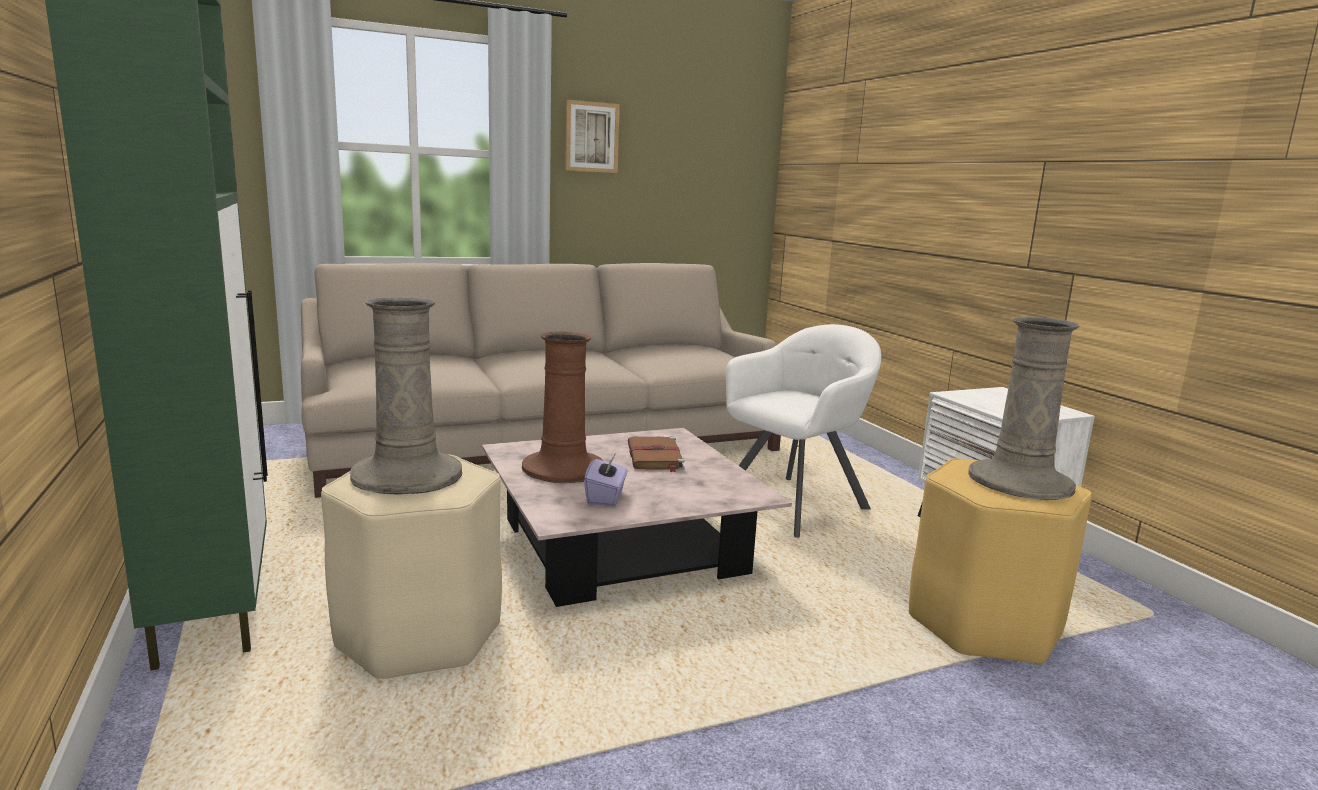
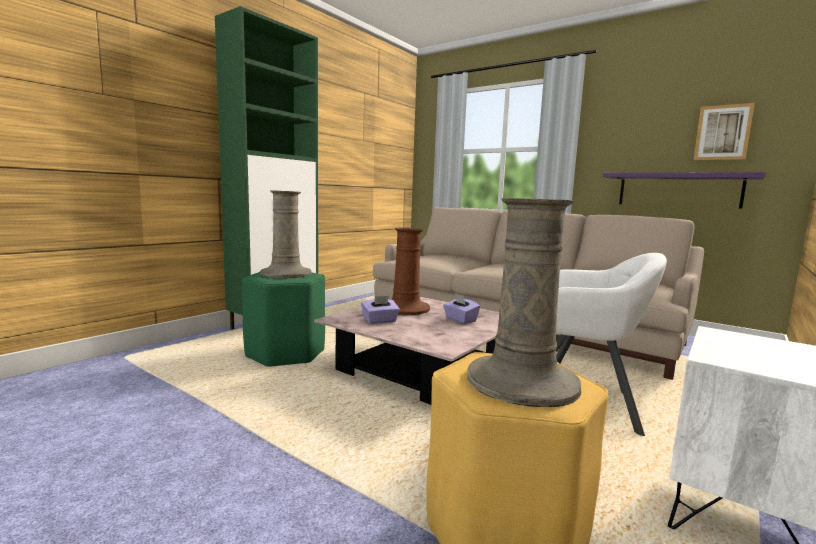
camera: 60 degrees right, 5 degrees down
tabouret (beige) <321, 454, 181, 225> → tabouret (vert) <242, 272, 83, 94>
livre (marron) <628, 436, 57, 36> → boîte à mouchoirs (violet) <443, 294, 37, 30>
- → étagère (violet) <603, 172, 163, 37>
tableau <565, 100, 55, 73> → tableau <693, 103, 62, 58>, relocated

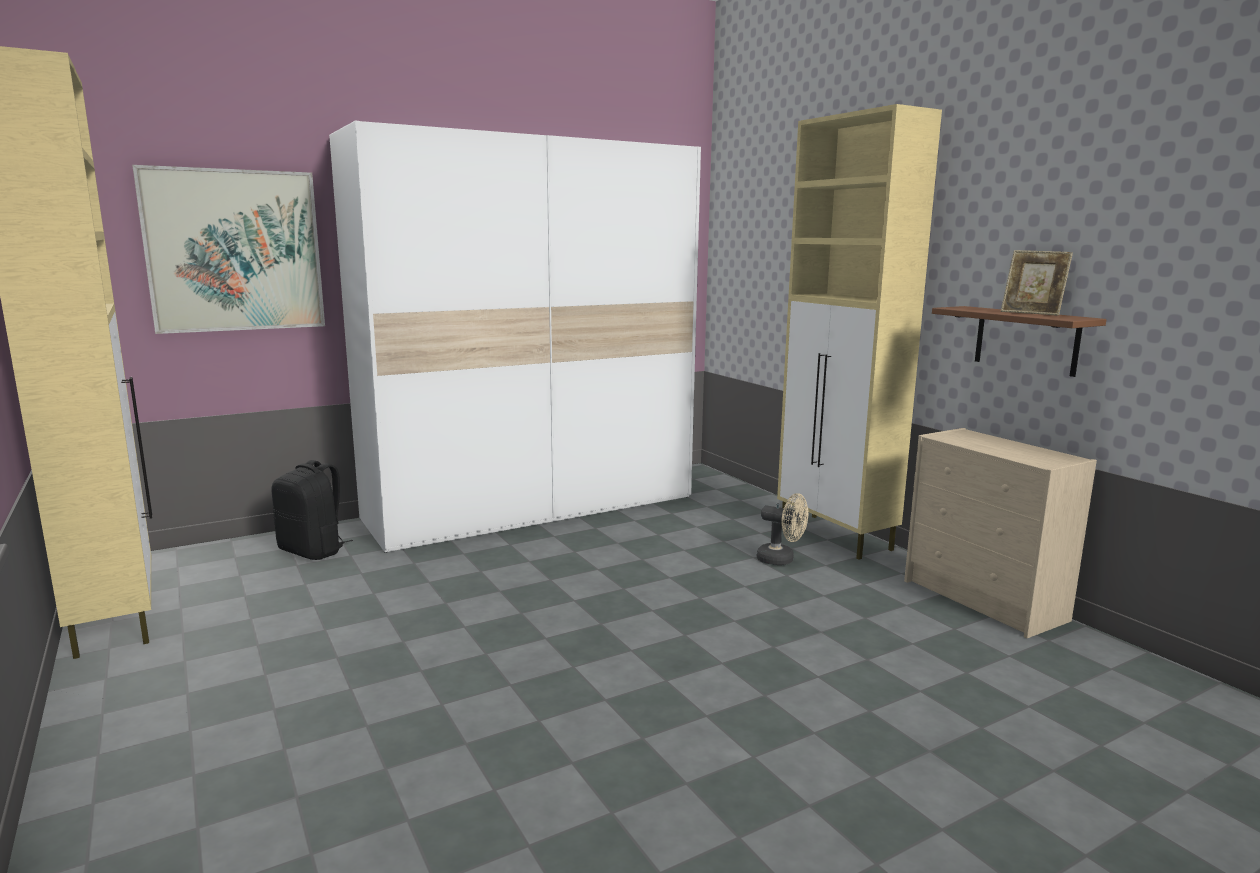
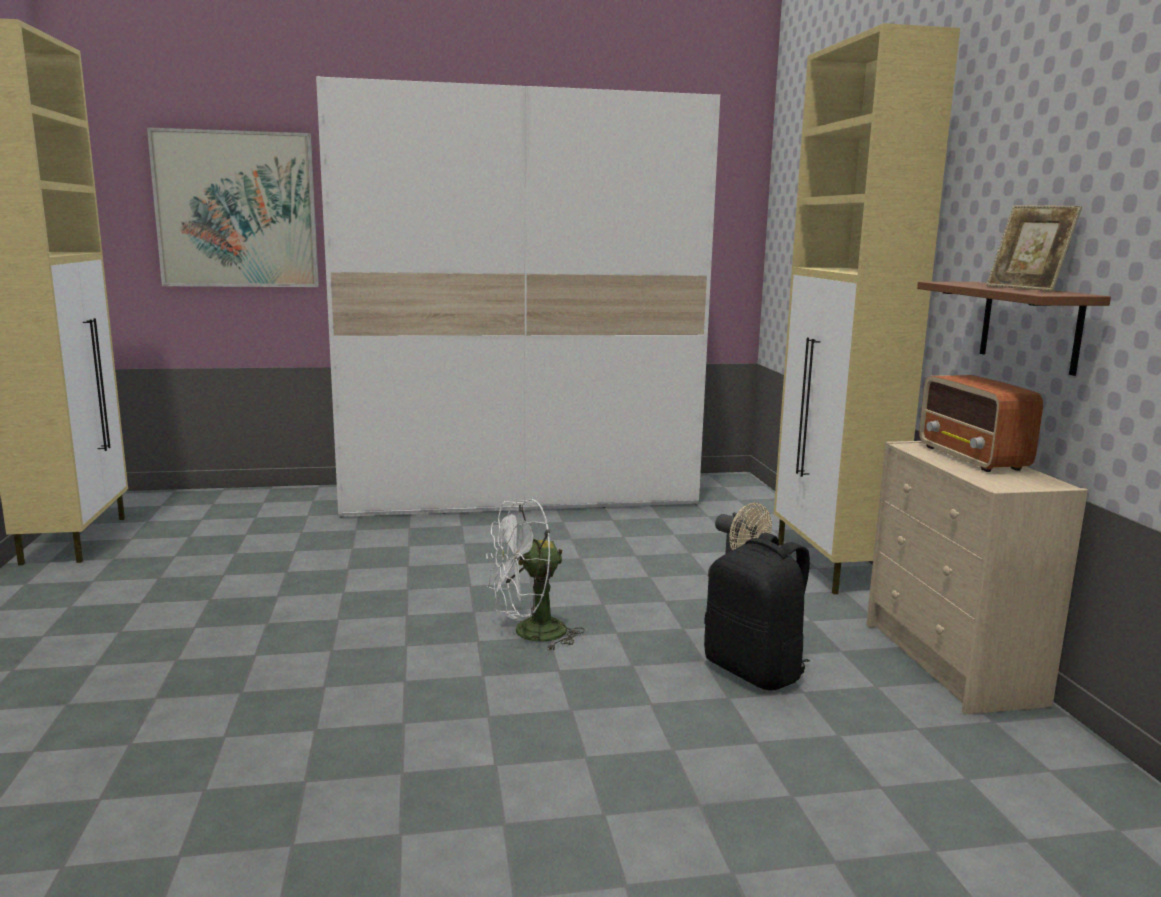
camera: 20 degrees right, 0 degrees up
- → ventilateur (blanc) <486, 499, 99, 152>
sac à dos (noir) <271, 460, 82, 100> → sac à dos (noir) <704, 533, 106, 158>, relocated
- → radio <919, 375, 124, 97>

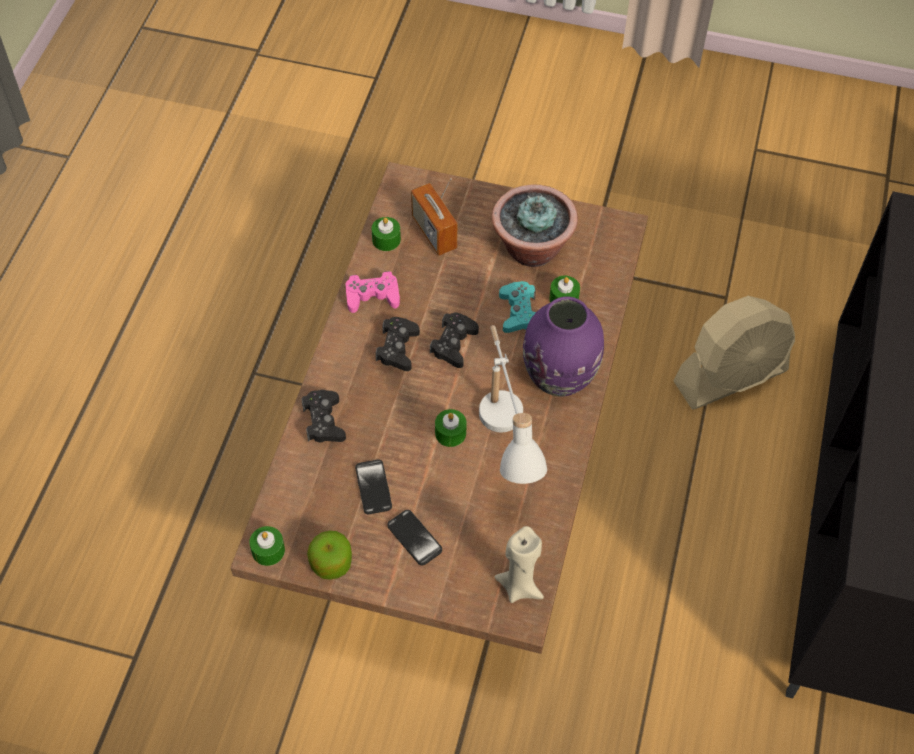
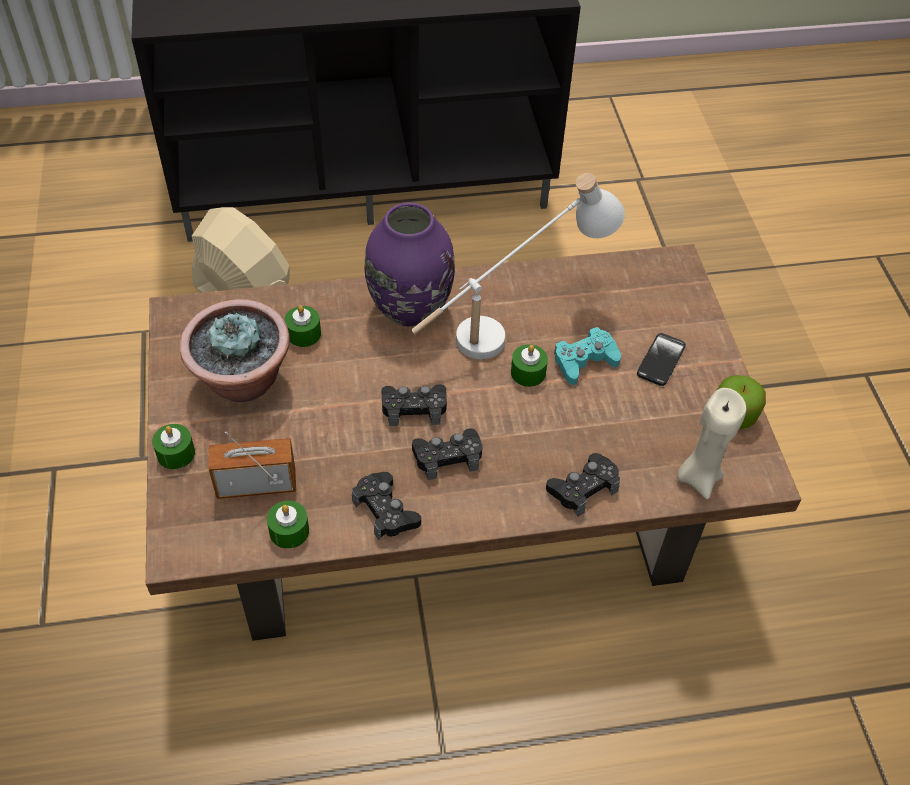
camera: 115 degrees left, 5 degrees down
bougie (vert) <249, 526, 36, 40> → bougie (vert) <152, 424, 43, 45>, relocated
radio <411, 179, 46, 77> → radio <208, 431, 88, 68>, 135 degrees counterclockwise
manette (rose) <346, 271, 54, 42> → manette (noir) <352, 472, 69, 68>
manette (turquoise) <499, 281, 37, 52> → manette (turquoise) <554, 327, 67, 58>, relocated
bougie (beige) <494, 526, 50, 77> → bougie (beige) <678, 388, 68, 112>, relocated
téléphone <355, 460, 37, 54> → -

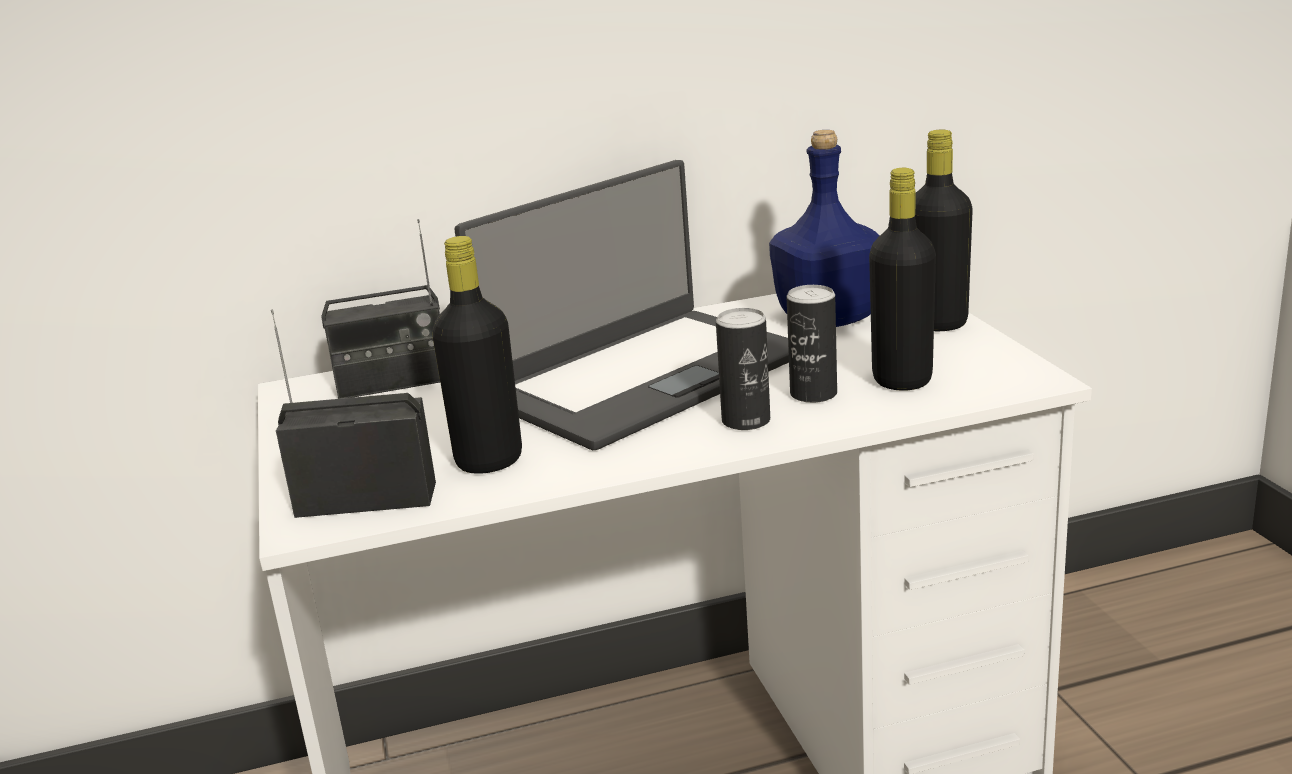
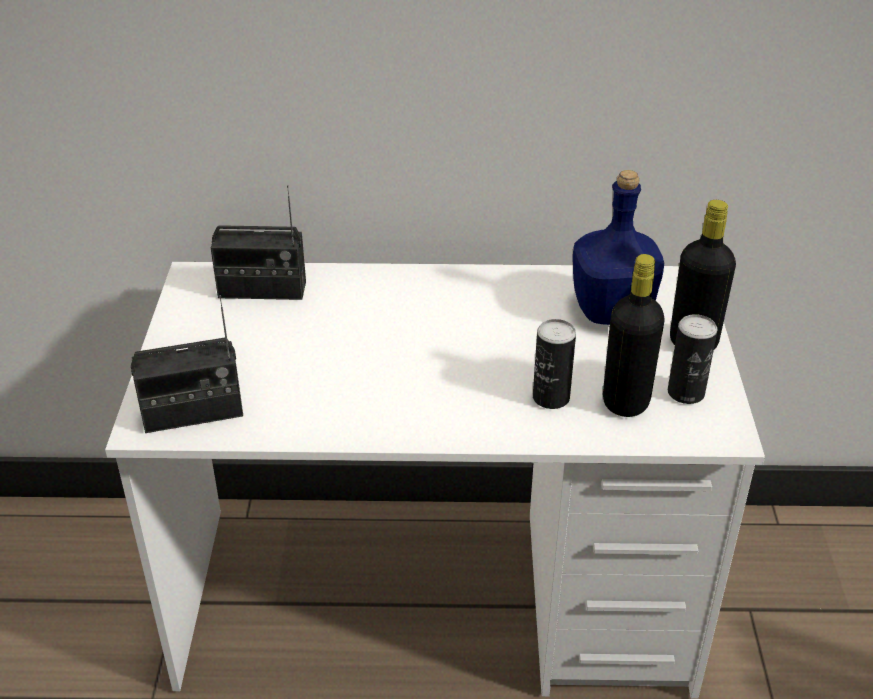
camera: 15 degrees right, 15 degrees up
radio <271, 310, 165, 208> → radio <131, 295, 112, 138>, 150 degrees clockwise
boîte métallique <716, 308, 54, 122> → boîte métallique <668, 314, 49, 90>, relocated
bouteille (noir) <432, 236, 90, 238> → -
ordinateur portable <454, 160, 335, 290> → -

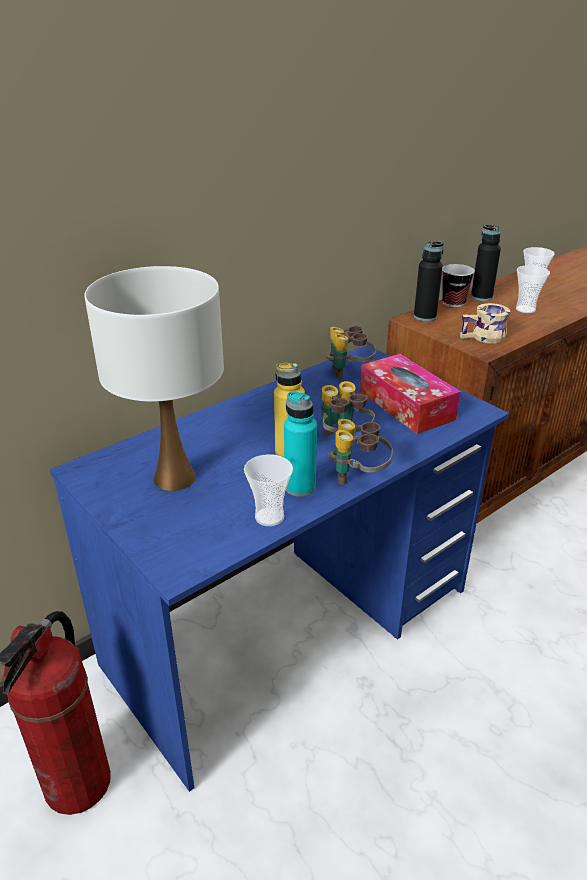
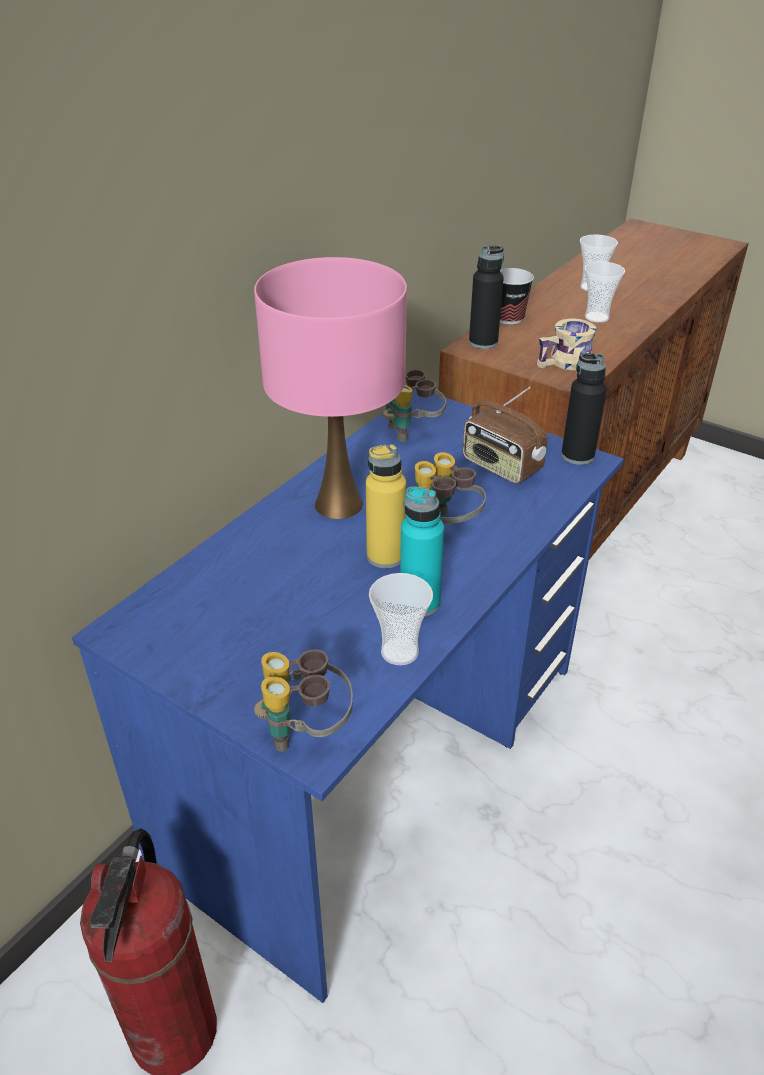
camera: 15 degrees left, 5 degrees up
- → lampe de table (rose) <254, 257, 153, 262>
jumelles <328, 419, 65, 66> → jumelles <254, 649, 99, 103>, relocated
boîte à mouchoirs <360, 354, 100, 80> → radio <463, 387, 85, 97>
bouteille (noir) <471, 225, 30, 76> → bouteille (noir) <561, 353, 46, 112>, relocated
lampe de table (blanc) <84, 266, 140, 225> → -

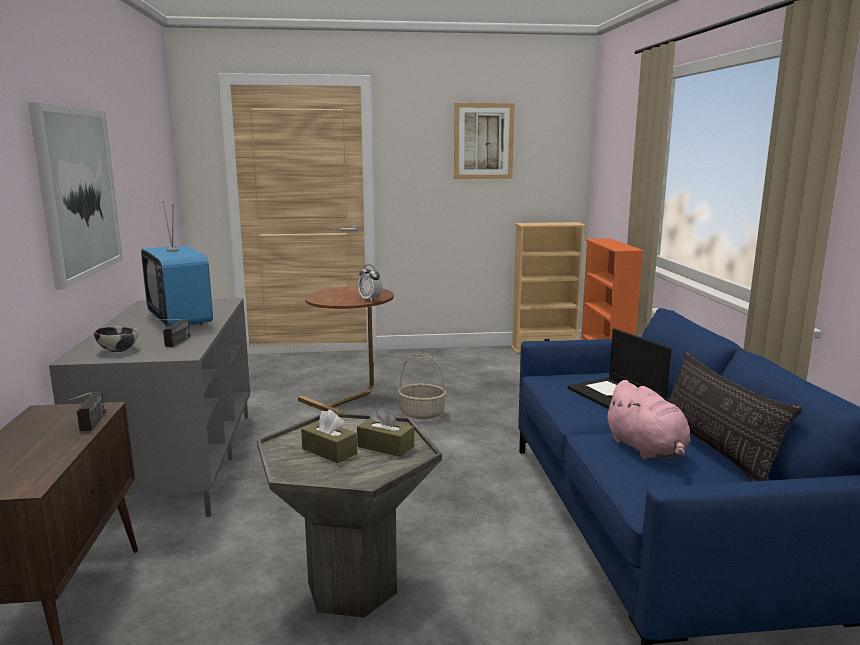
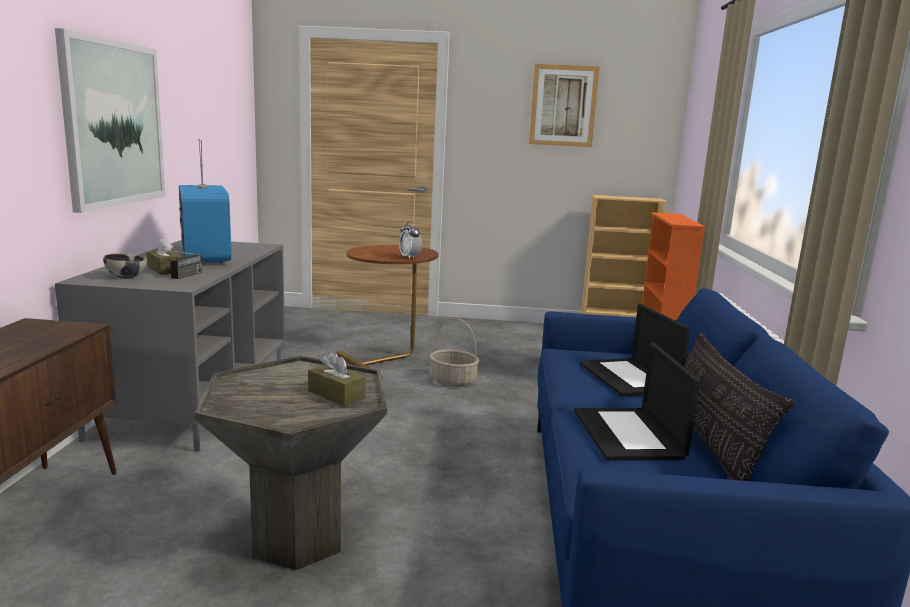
camera: 10 degrees right, 0 degrees up
boîte à mouchoirs (marron) <301, 409, 56, 54> → boîte à mouchoirs (marron) <147, 237, 34, 38>, relocated
peluche (rose) <604, 380, 87, 80> → ordinateur portable <574, 343, 126, 118>
radio <66, 392, 40, 39> → -

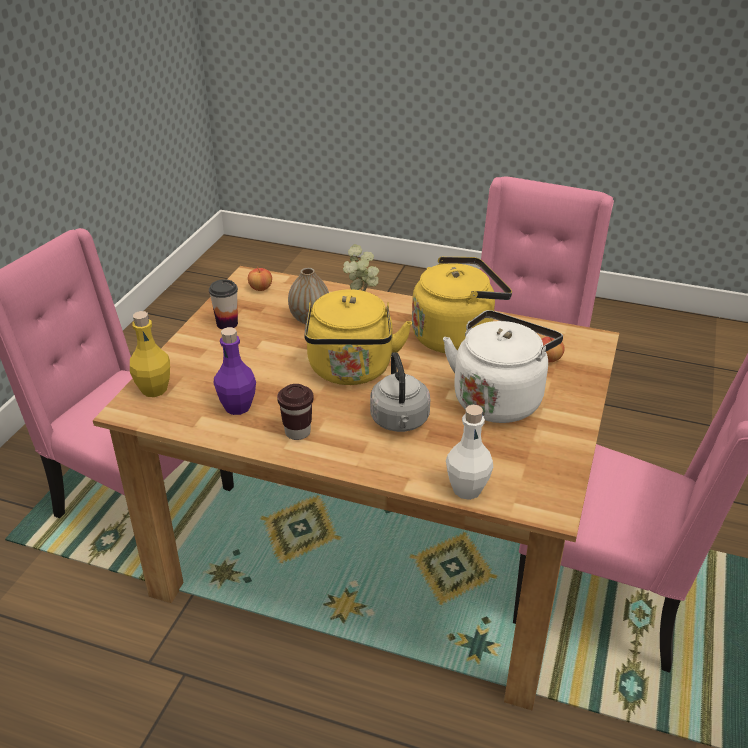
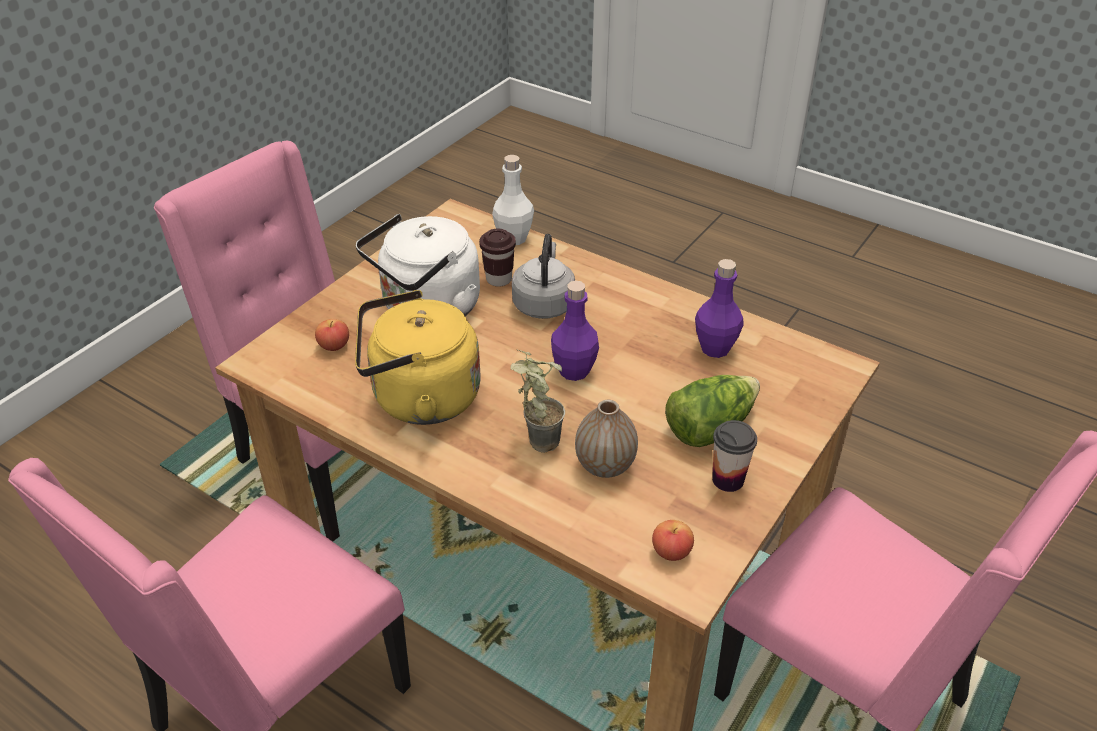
camera: 165 degrees left, 5 degrees up
tasse (marron) <277, 384, 37, 56> → tasse (marron) <479, 228, 37, 59>, relocated
bouilloire (jaune) <304, 289, 108, 96> → bouteille (violet) <551, 281, 48, 100>
- → laitue <665, 375, 95, 72>
bouteille (jaune) <130, 311, 40, 86> → -

